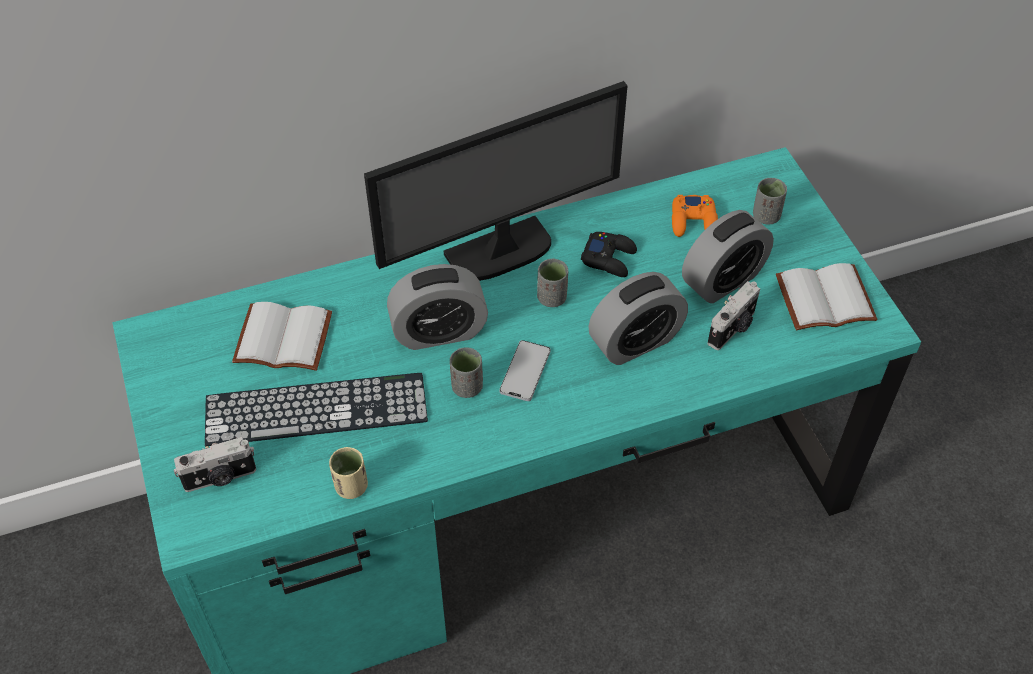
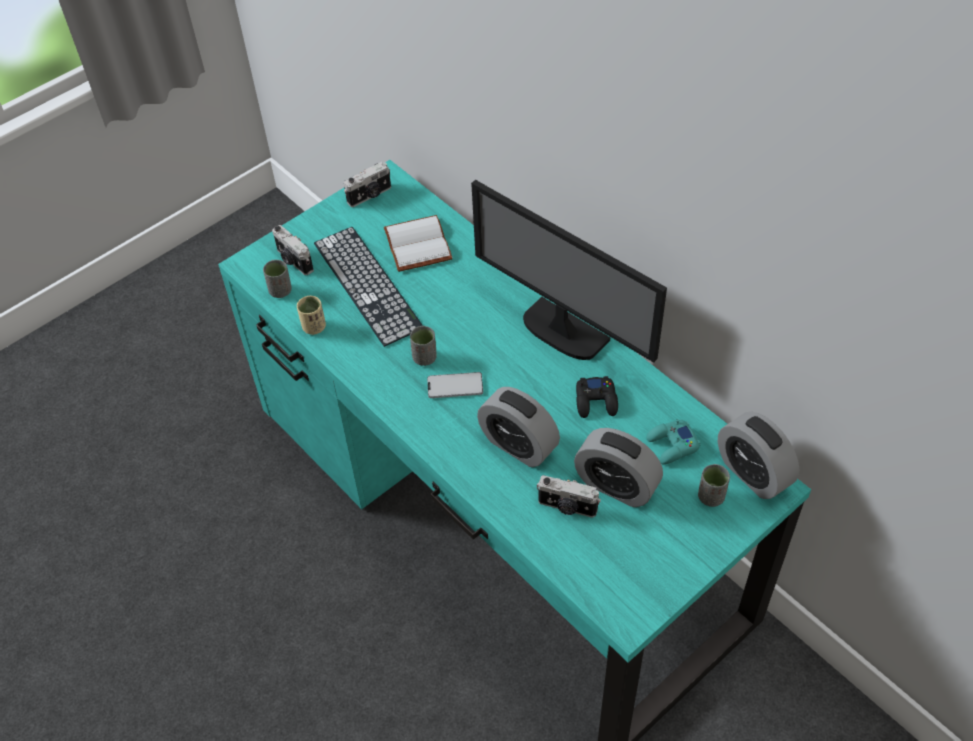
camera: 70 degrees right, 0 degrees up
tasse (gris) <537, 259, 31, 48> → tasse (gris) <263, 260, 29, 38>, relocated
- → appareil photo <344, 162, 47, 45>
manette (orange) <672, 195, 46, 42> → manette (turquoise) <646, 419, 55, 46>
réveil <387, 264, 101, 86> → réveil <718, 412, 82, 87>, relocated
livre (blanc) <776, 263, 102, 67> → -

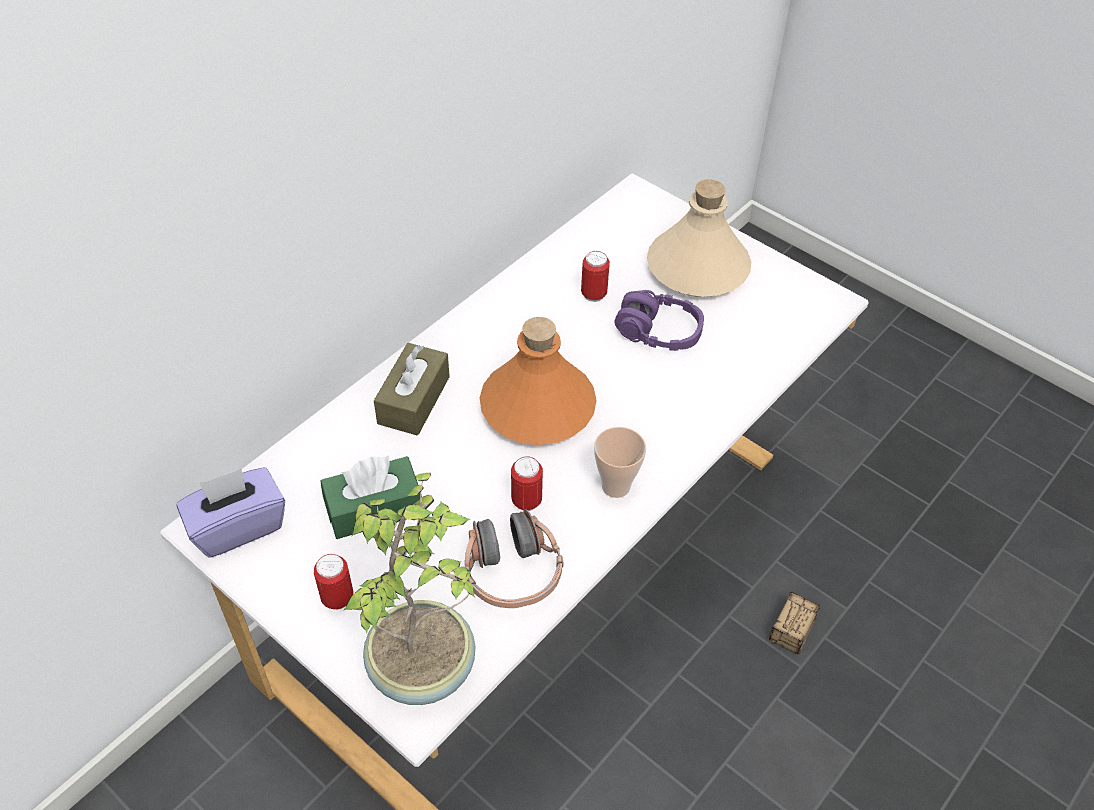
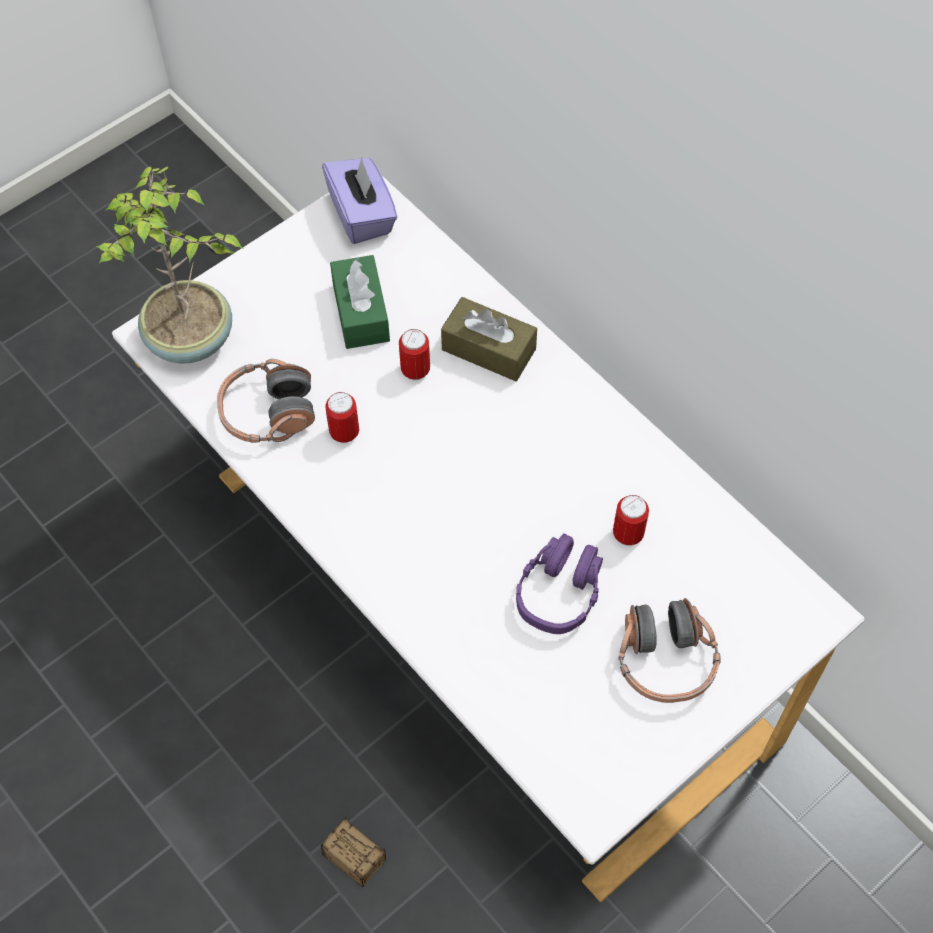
camera: 100 degrees right, 10 degrees up
boîte métallique <314, 554, 39, 56> → boîte métallique <399, 329, 31, 51>, relocated
bouteille (beige) <647, 179, 104, 118> → casque audio <618, 598, 103, 105>
bouteille (orange) <480, 317, 117, 128> → -
tasse <594, 427, 52, 71> → -

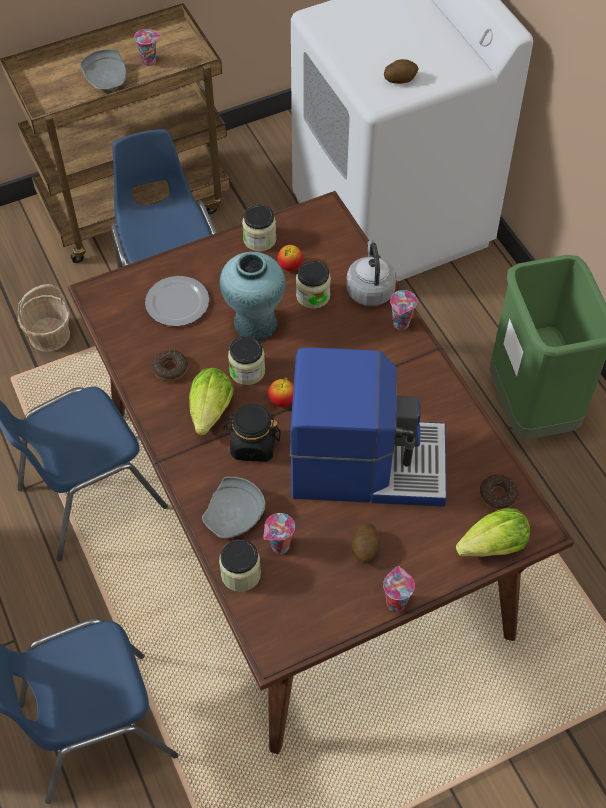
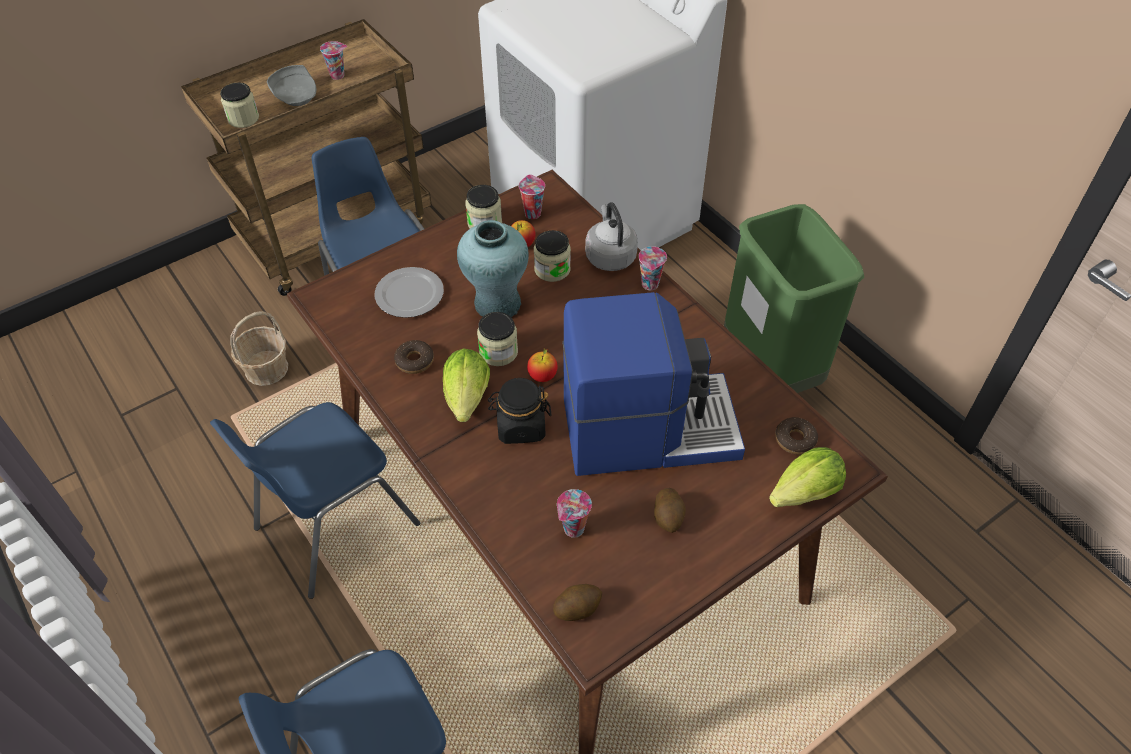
camera: 10 degrees left, 5 degrees down
bocal <219, 539, 42, 53> → bocal <220, 83, 39, 45>, relocated
tasse <383, 566, 32, 46> → tasse <519, 174, 26, 45>, relocated
pomme de terre <384, 59, 35, 25> → pomme de terre <553, 584, 49, 37>, relocated
assiette (gris) <202, 477, 64, 61> → -

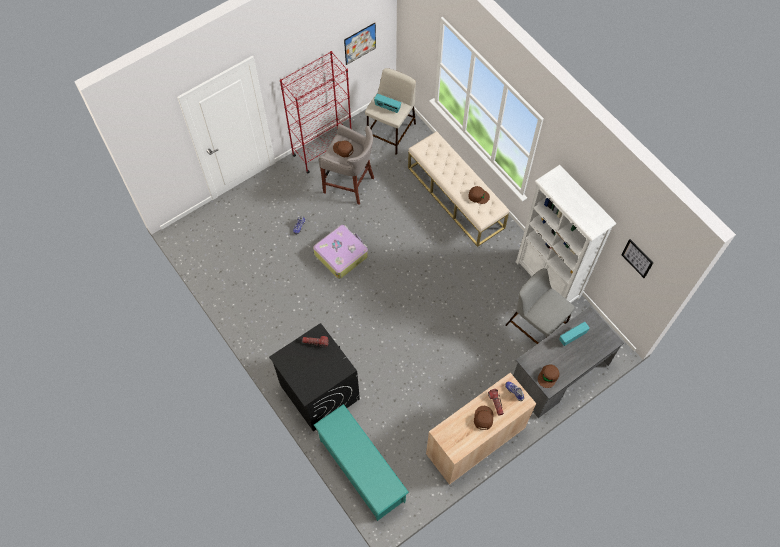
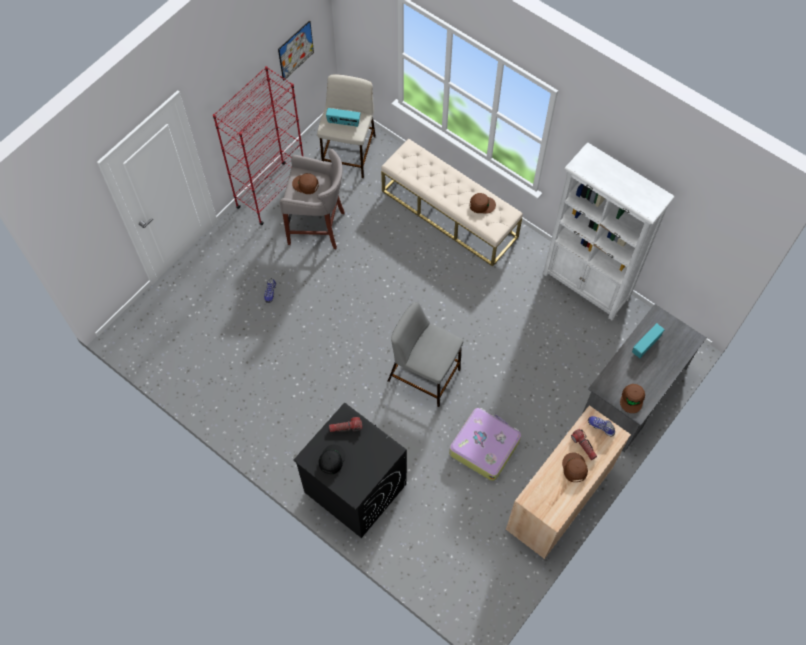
camera: 15 degrees left, 0 degrees up
- → casquette (noir) <319, 444, 26, 30>
tabouret (gris) <506, 268, 69, 76> → tabouret (gris) <388, 302, 75, 105>, relocated
valise <313, 225, 55, 54> → valise <449, 408, 72, 73>, relocated
étagère à chaussures (turquoise) <314, 404, 95, 117> → -
tableau <622, 239, 31, 39> → -

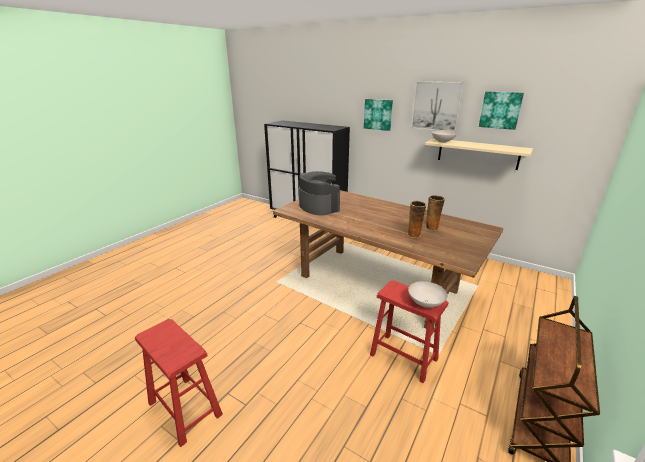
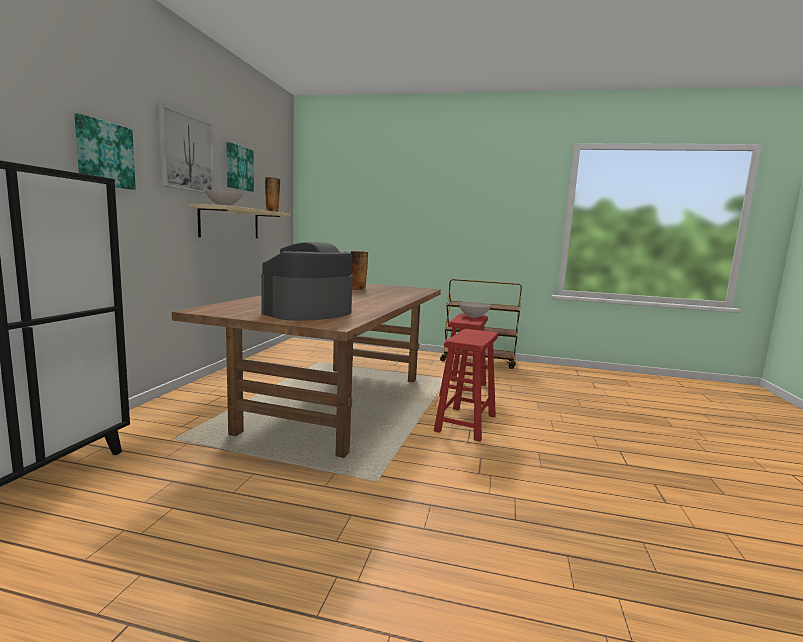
camera: 110 degrees left, 15 degrees down
vase <407, 201, 20, 37> → vase <265, 177, 15, 35>, relocated
tabouret (rouge) <135, 319, 88, 128> → tabouret (rouge) <434, 329, 64, 112>, relocated

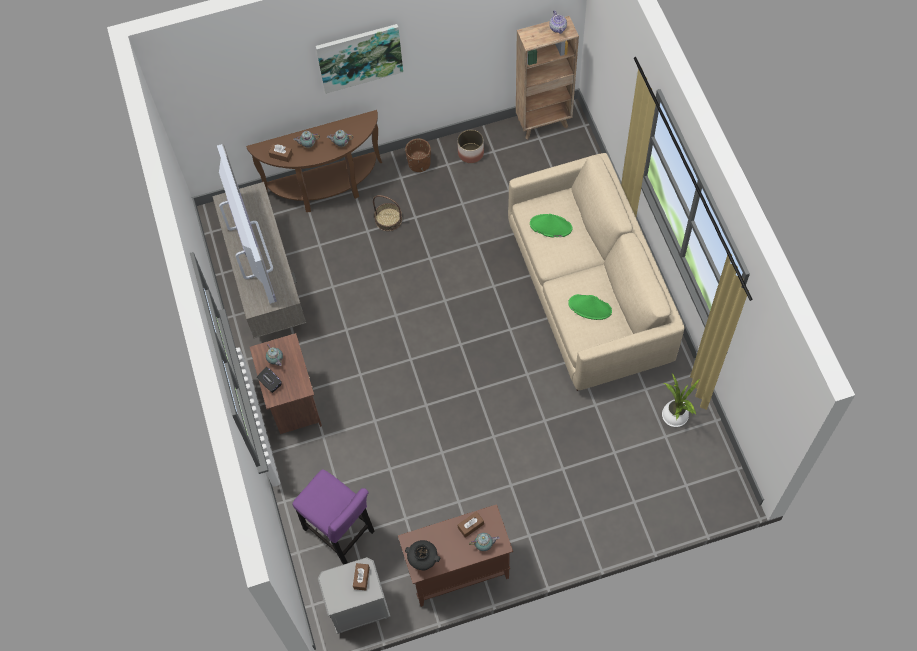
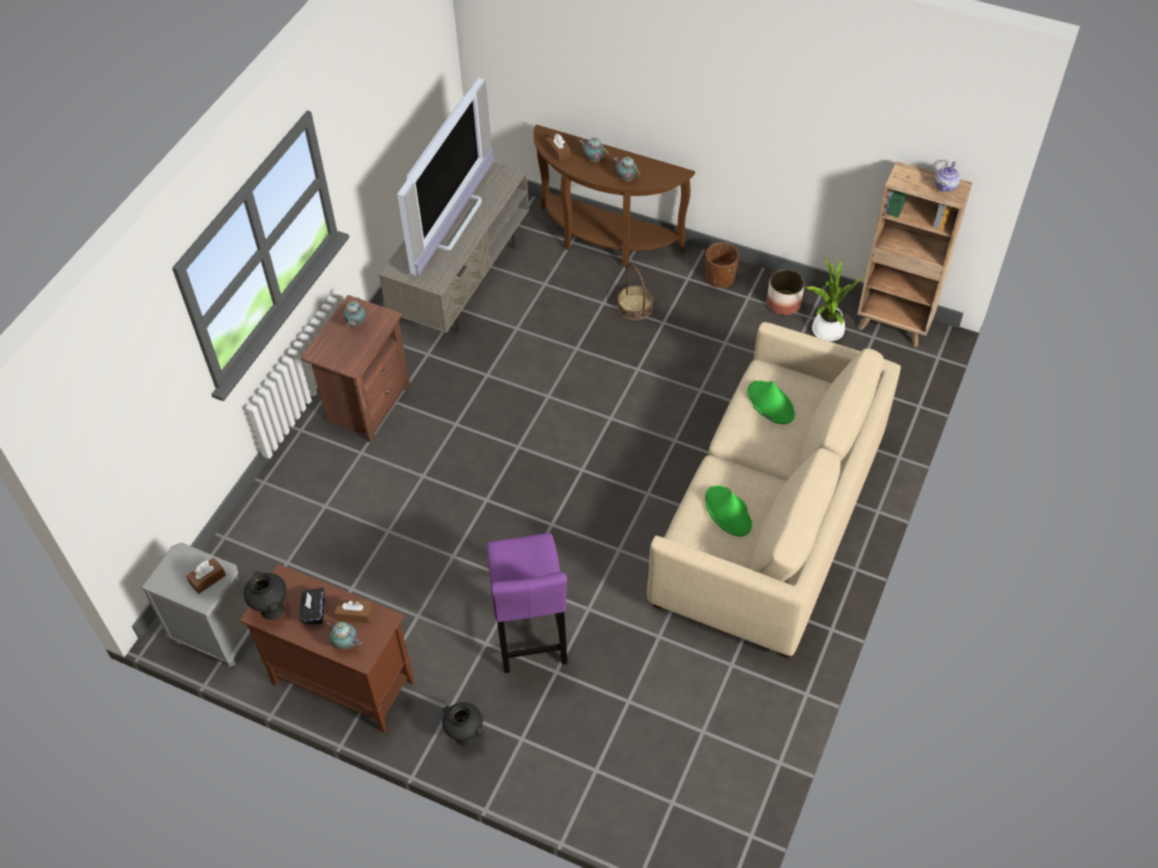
camera: 40 degrees right, 10 degrees down
boîte à mouchoirs (noir) <257, 367, 25, 26> → boîte à mouchoirs (noir) <300, 588, 25, 36>, relocated
- → vase (noir) <442, 702, 42, 44>
tabouret (violet) <292, 469, 83, 95> → tabouret (violet) <487, 533, 80, 140>, relocated
plante en pot <662, 374, 37, 53> → plante en pot <806, 257, 57, 84>, relocated
tableau <316, 24, 87, 70> → -

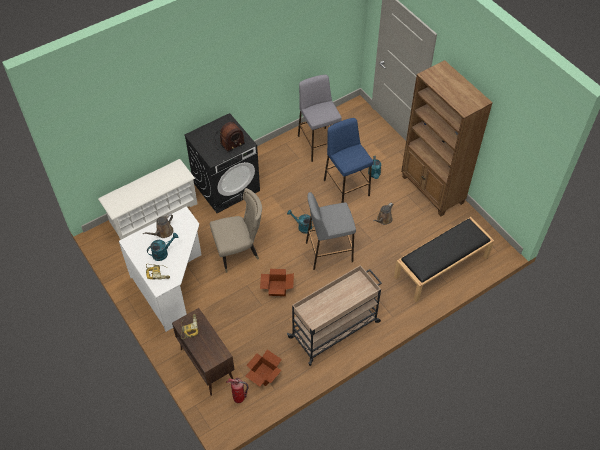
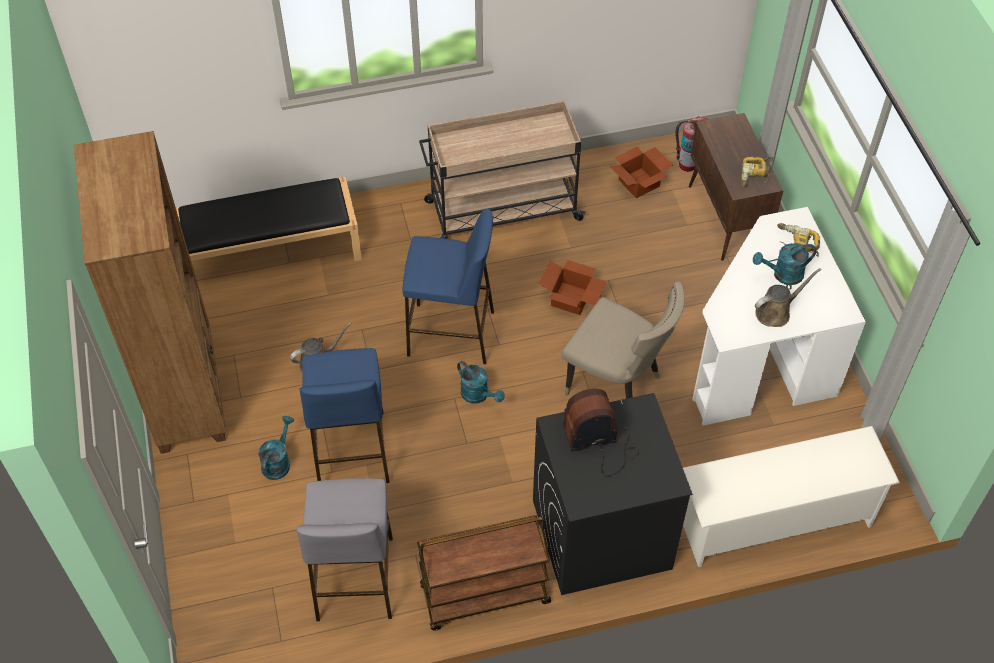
camera: 160 degrees left, 0 degrees up
tabouret (gris) <306, 192, 50, 78> → tabouret (bleu) <402, 208, 92, 156>
- → chariot (marron) <417, 515, 134, 116>
chaise (beige) <210, 188, 52, 85> → chaise (beige) <561, 282, 124, 117>, 150 degrees counterclockwise

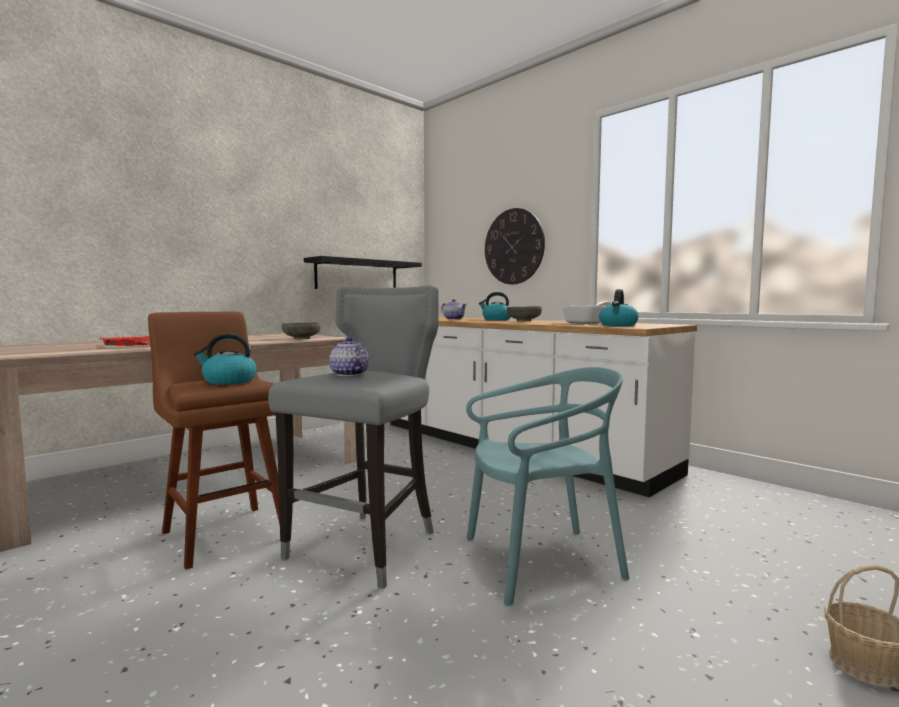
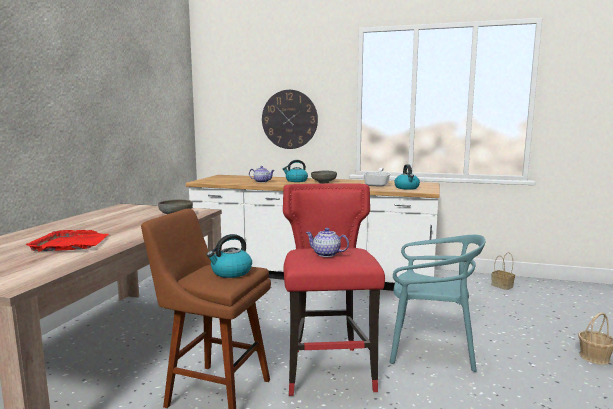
camera: 30 degrees left, 5 degrees up
tabouret (gris) <268, 285, 171, 304> → tabouret (rouge) <283, 183, 102, 213>
chaise (turquoise) <466, 367, 163, 239> → chaise (turquoise) <389, 235, 96, 137>, 60 degrees clockwise
- → panier <491, 252, 24, 38>
étagère (noir) <304, 256, 118, 33> → -

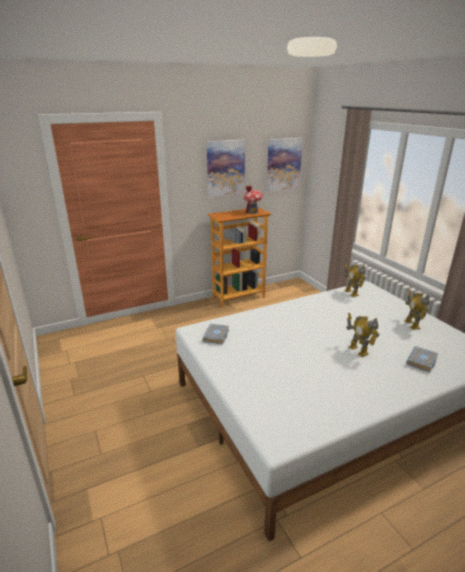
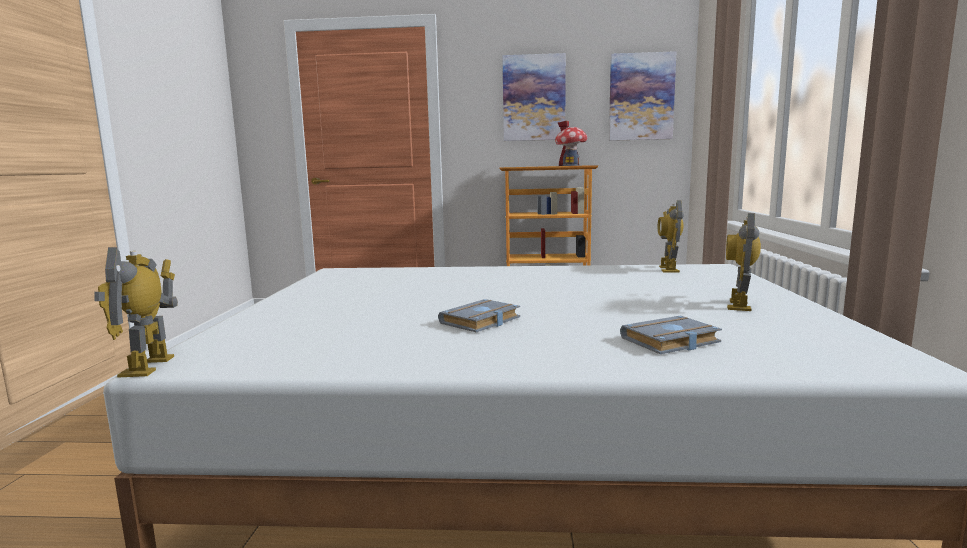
camera: 30 degrees right, 15 degrees down
robot jouet <346, 313, 33, 44> → robot jouet <95, 247, 83, 130>, relocated
livre (gris) <202, 324, 27, 20> → livre (gris) <438, 299, 82, 33>, relocated

